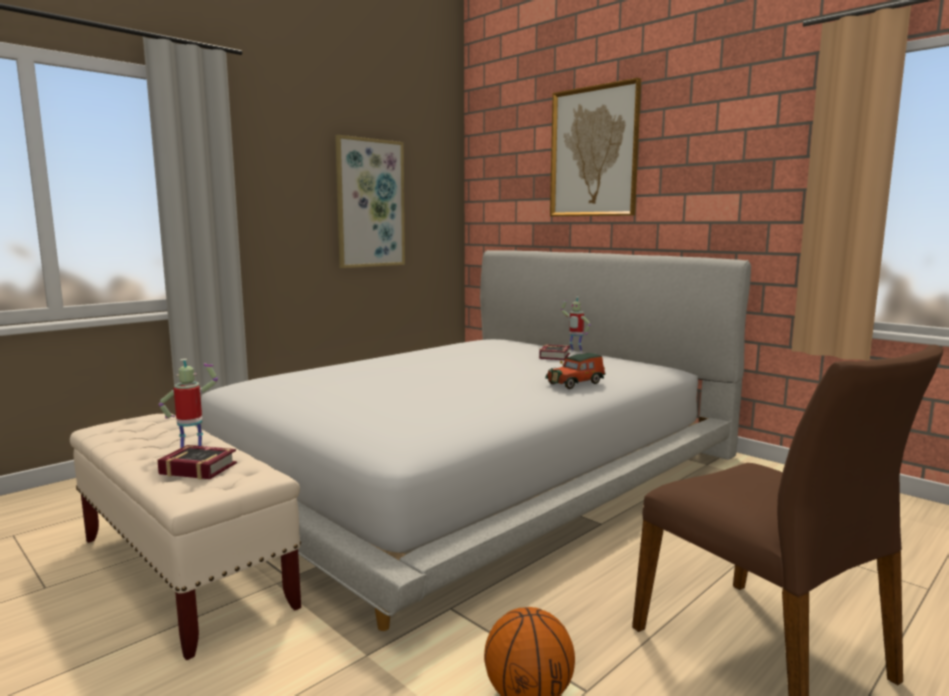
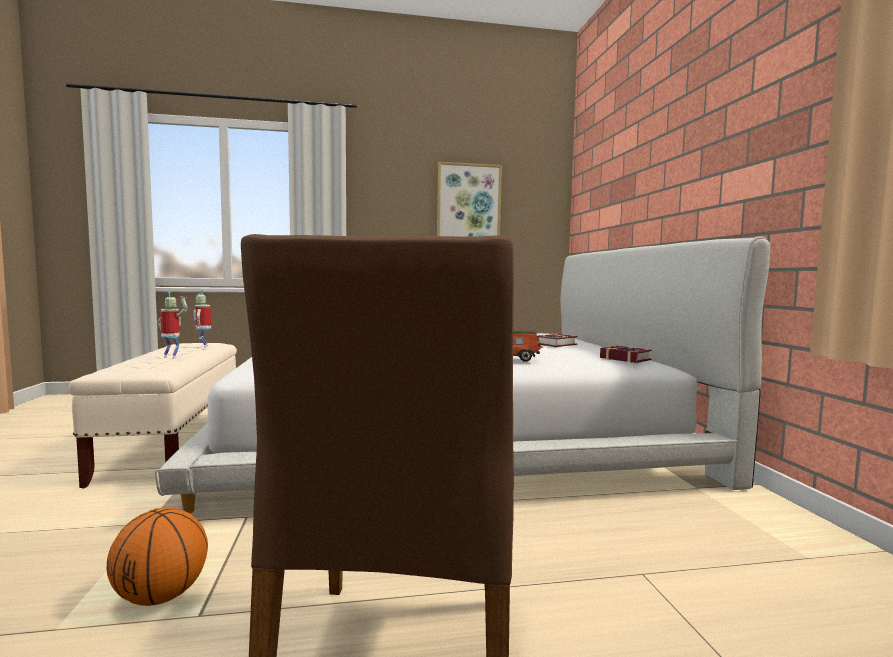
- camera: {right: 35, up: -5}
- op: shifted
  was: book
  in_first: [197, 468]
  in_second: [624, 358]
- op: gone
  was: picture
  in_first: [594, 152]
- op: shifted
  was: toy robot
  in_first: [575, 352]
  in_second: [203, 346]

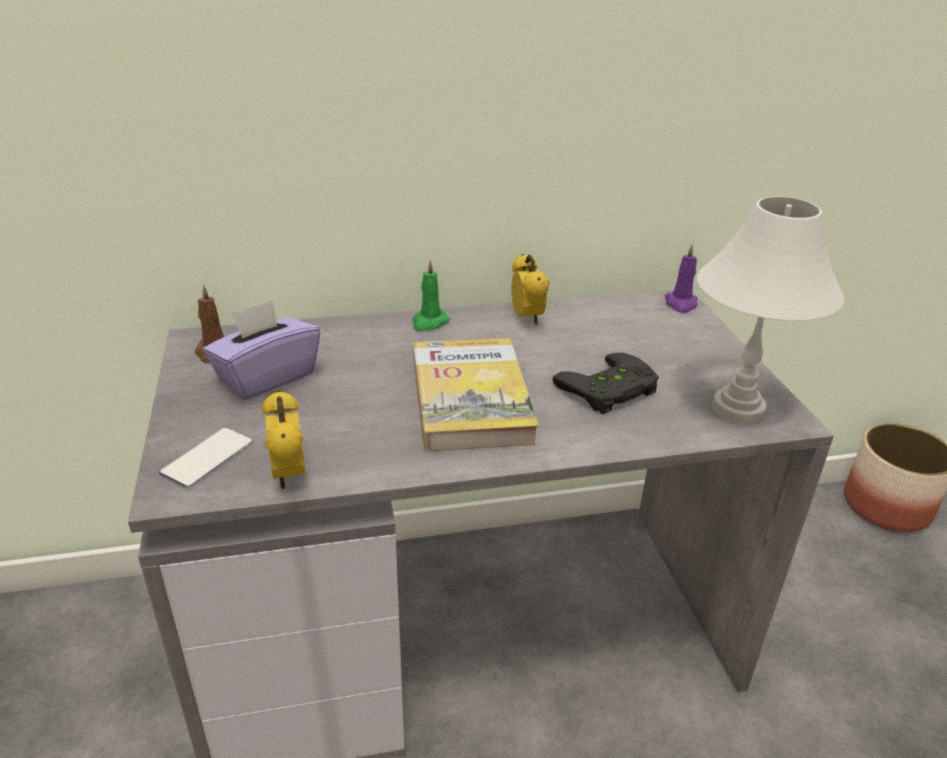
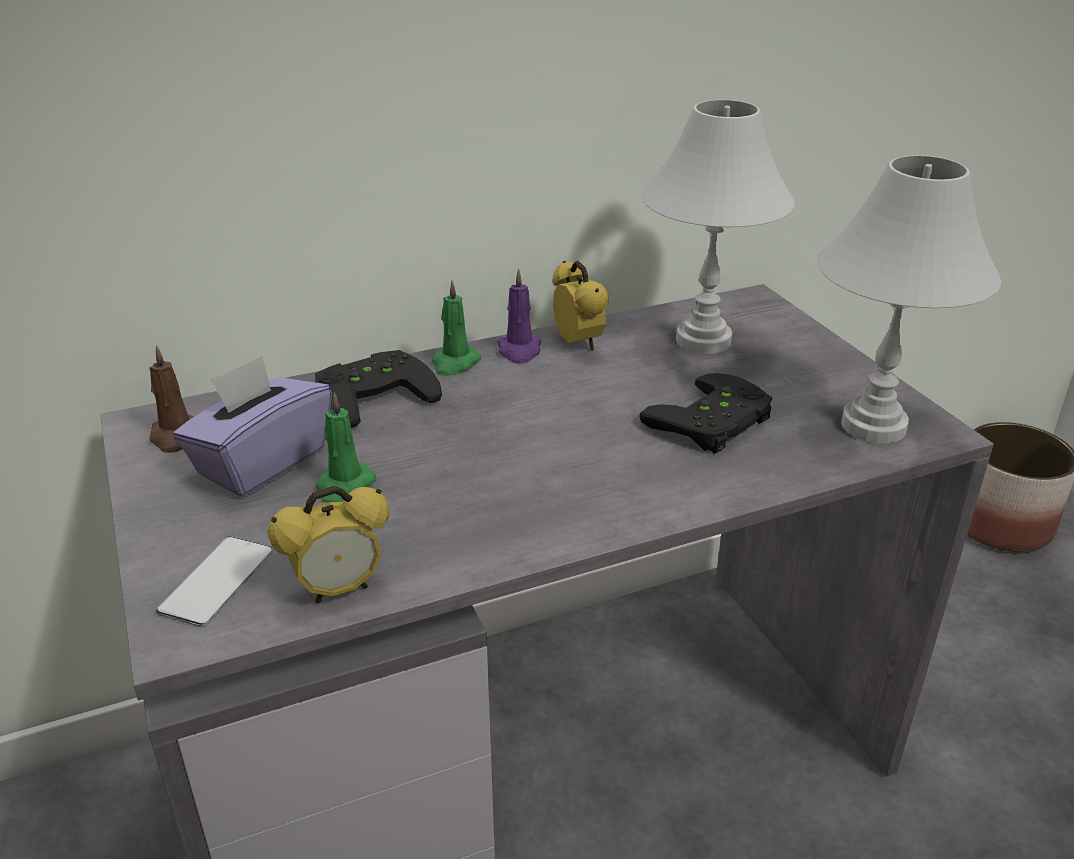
- camera: {right: -10, up: 0}
- op: rotated
  was: alarm clock
  in_first: [289, 476]
  in_second: [339, 589]
  clockwise: -90
- op: gone
  was: book
  in_first: [470, 399]
- op: shifted
  was: purple candle
  in_first: [681, 304]
  in_second: [519, 351]
- op: new
  now: black game controller
  in_second: [373, 393]
- op: new
  now: green candle
  in_second: [344, 487]
- op: new
  now: white table lamp
  in_second: [704, 340]

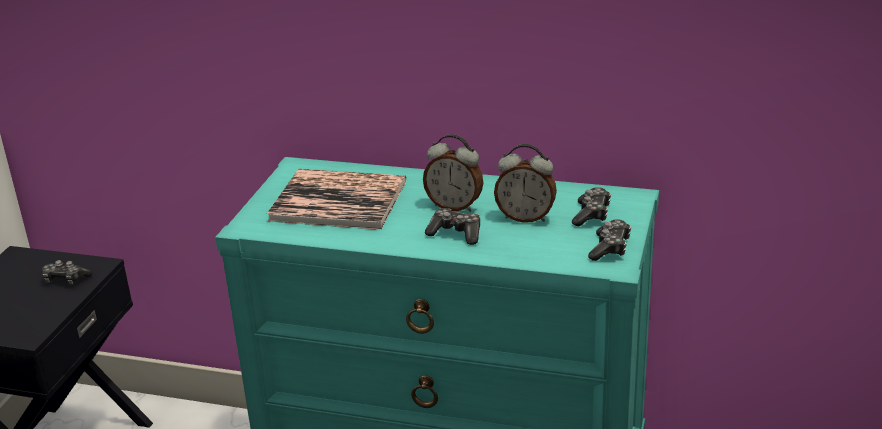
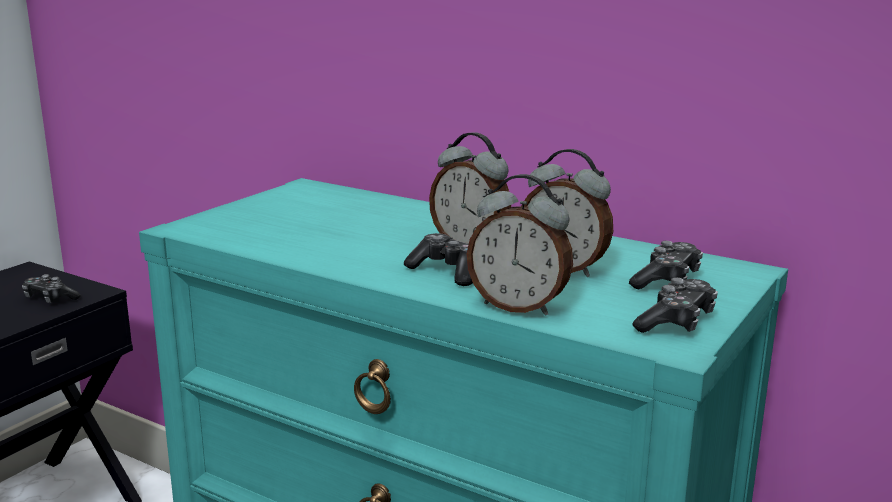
- camera: {right: 15, up: -10}
- op: gone
  was: book
  in_first: [338, 200]
- op: new
  now: alarm clock
  in_second: [518, 306]

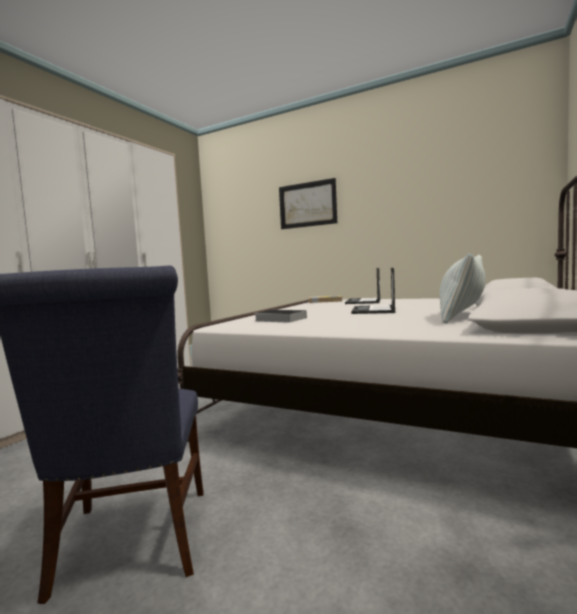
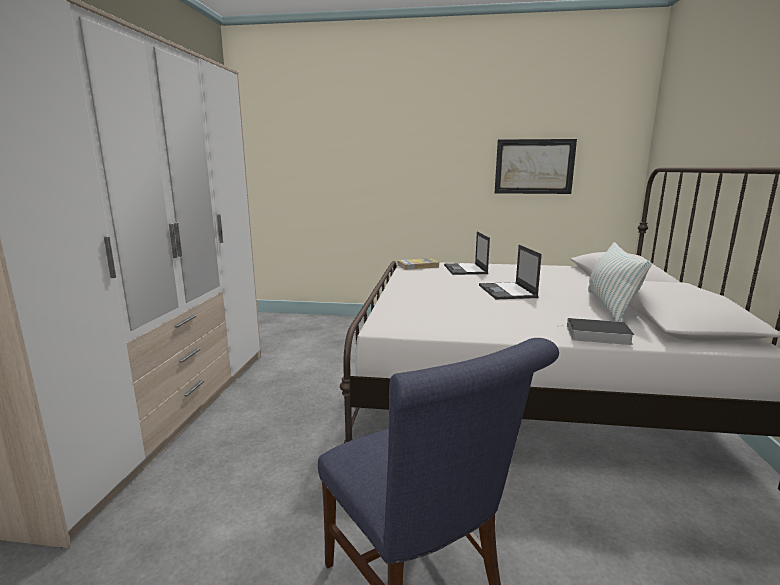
- camera: {right: -20, up: 10}
- op: shifted
  was: book
  in_first: [278, 319]
  in_second: [596, 335]
- op: shifted
  was: picture
  in_first: [307, 204]
  in_second: [534, 166]

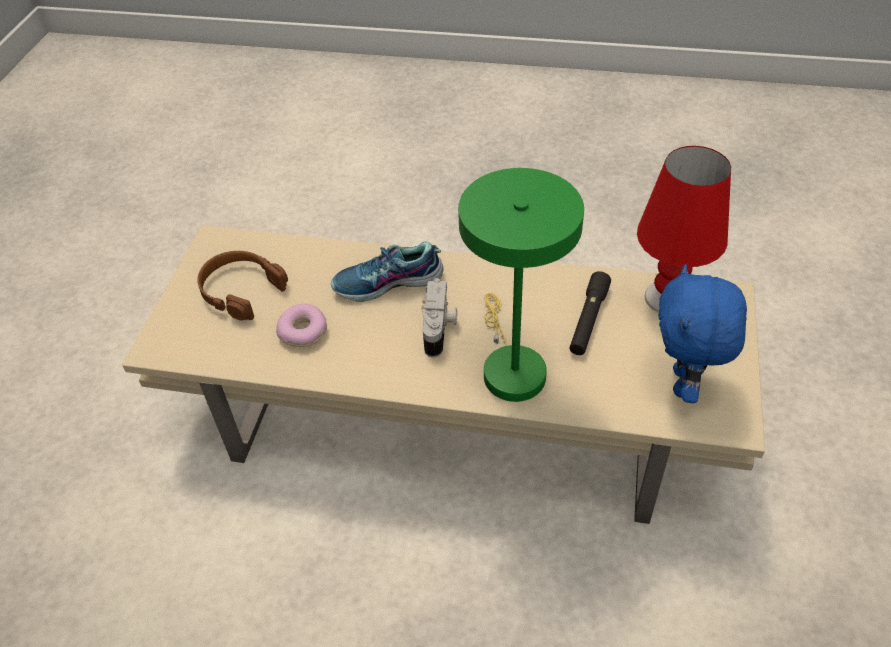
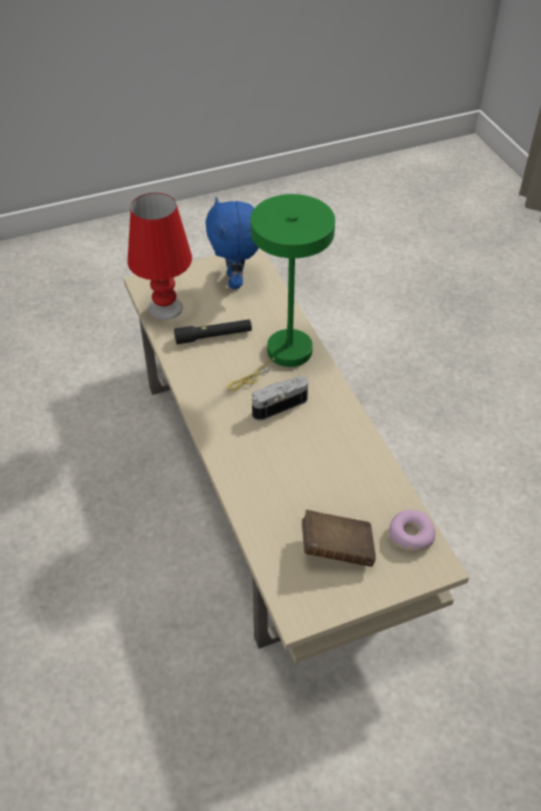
- camera: {right: -125, up: 0}
- op: swapped
  was: brown headphones
  now: brown book
  in_first: [241, 290]
  in_second: [337, 549]
- op: shifted
  was: donut
  in_first: [303, 331]
  in_second: [410, 535]
- op: gone
  was: shoe
  in_first: [388, 283]
- op: rotated
  was: blue plush toy
  in_first: [685, 384]
  in_second: [236, 281]
  clockwise: 105

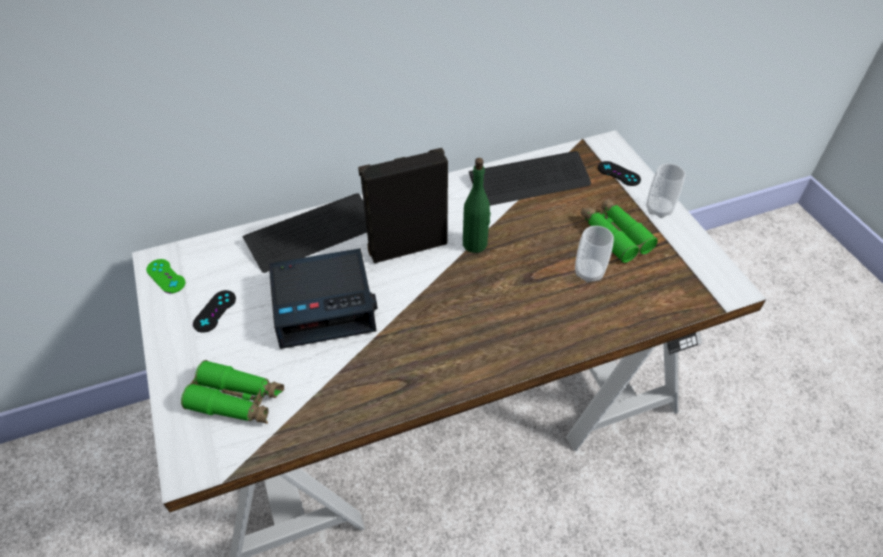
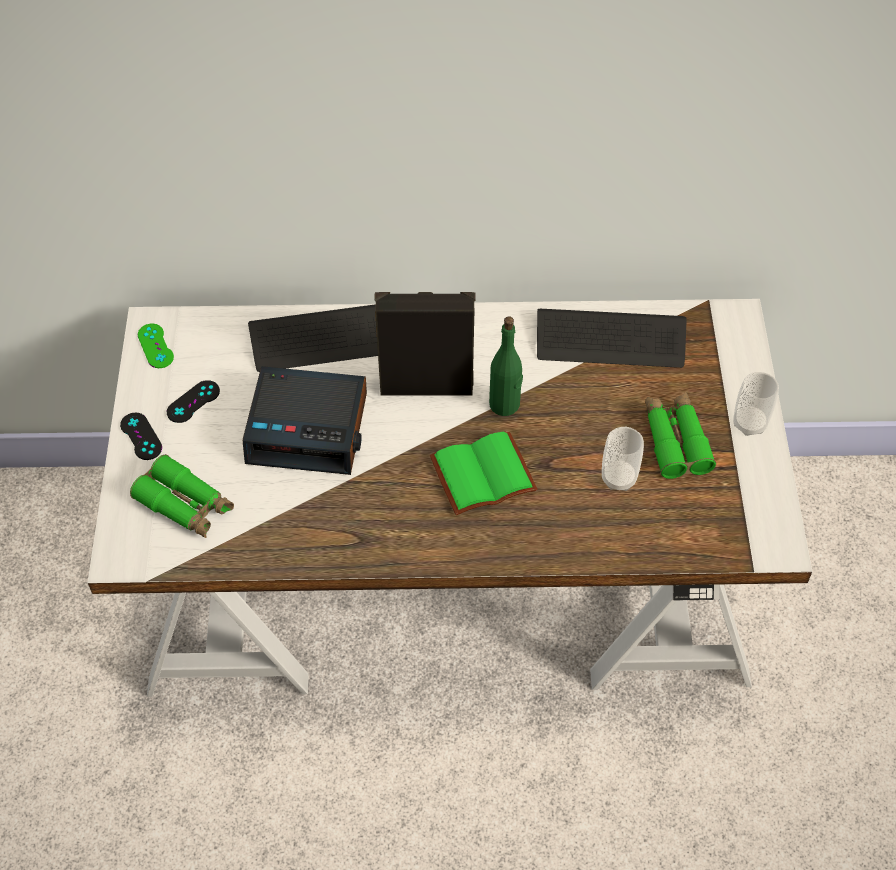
- camera: {right: 20, up: 5}
- op: shifted
  was: black game controller
  in_first: [619, 174]
  in_second: [141, 436]
- op: new
  now: green book
  in_second: [482, 477]

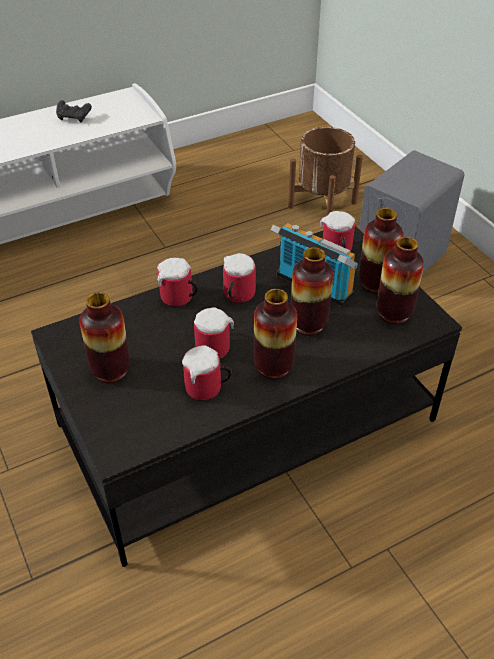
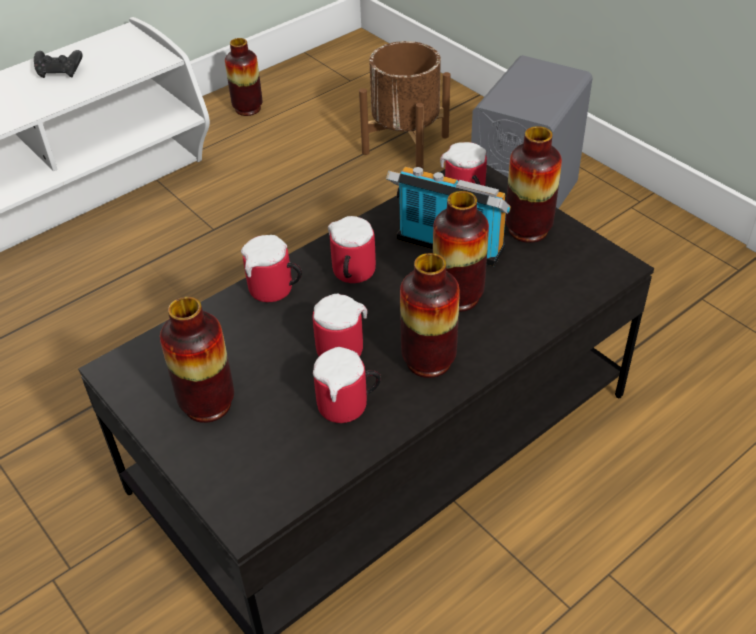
- camera: {right: -10, up: 0}
- op: shifted
  was: vase
  in_first: [394, 313]
  in_second: [248, 109]

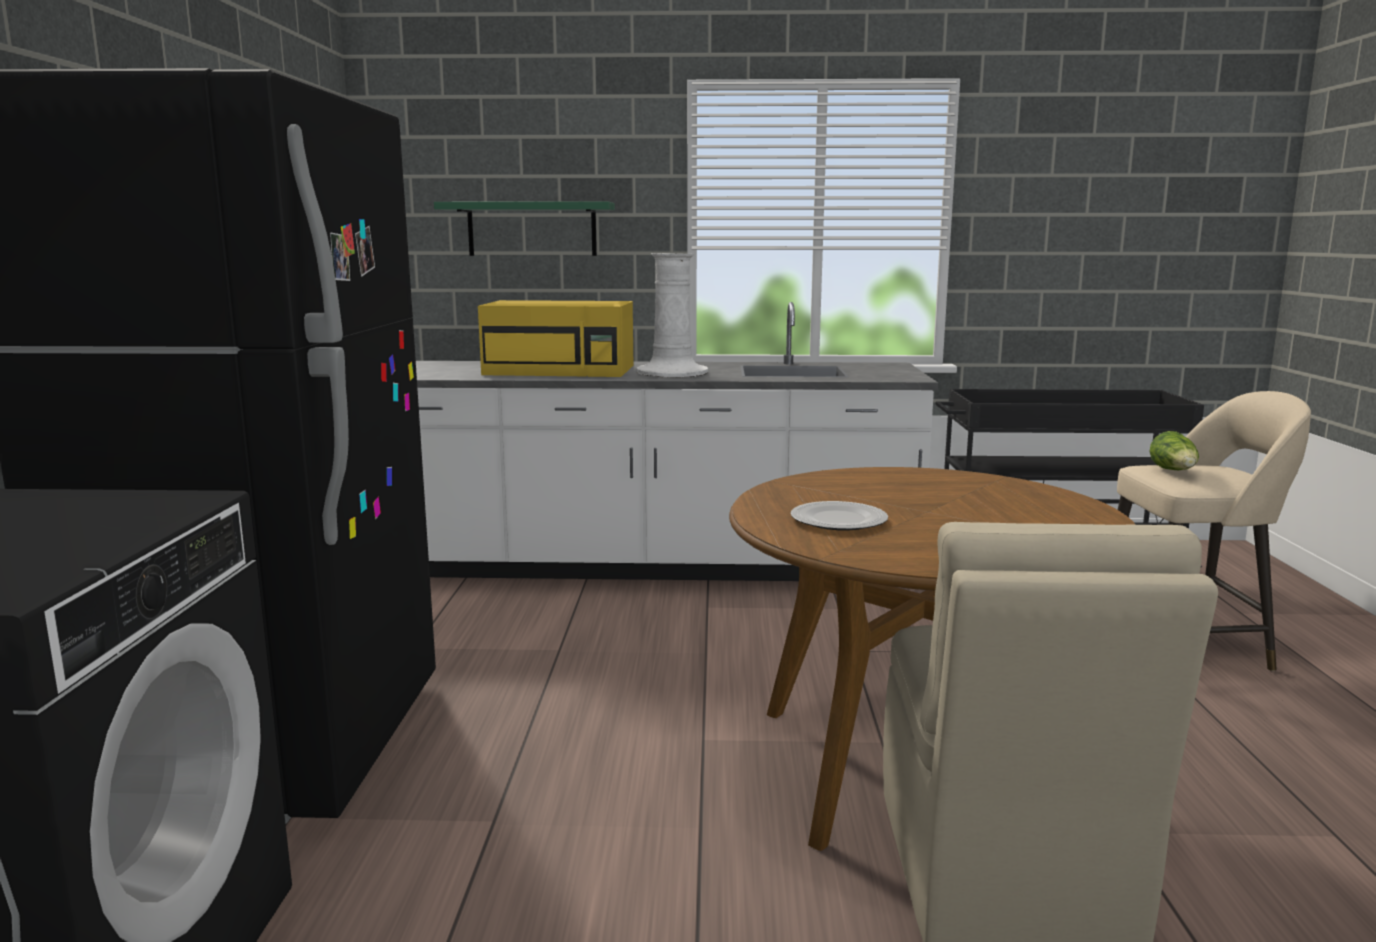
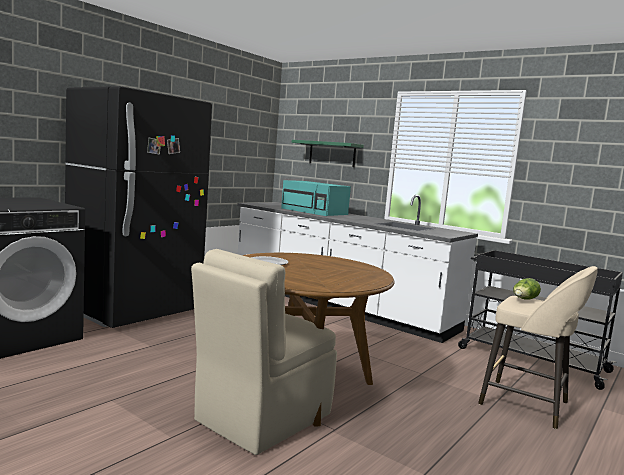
- camera: {right: 35, up: -5}
- op: repainted
  was: yellow microwave
  now: turquoise microwave
  in_first: [561, 370]
  in_second: [315, 211]
- op: gone
  was: white vase
  in_first: [672, 373]

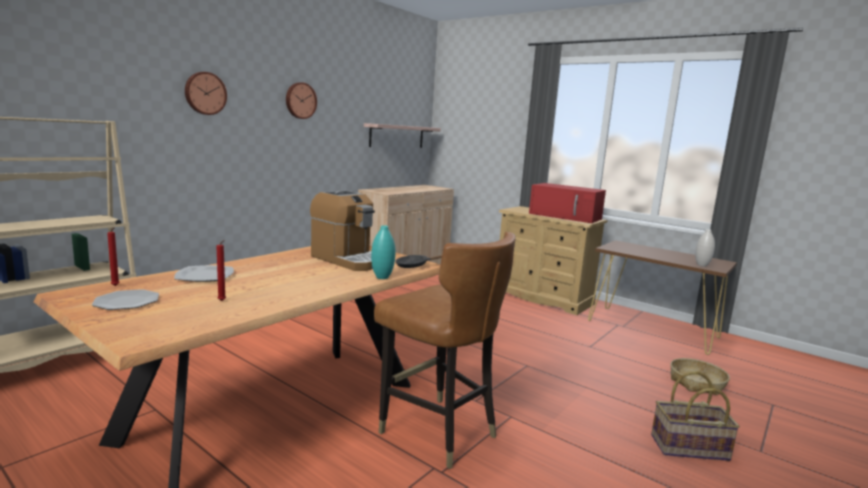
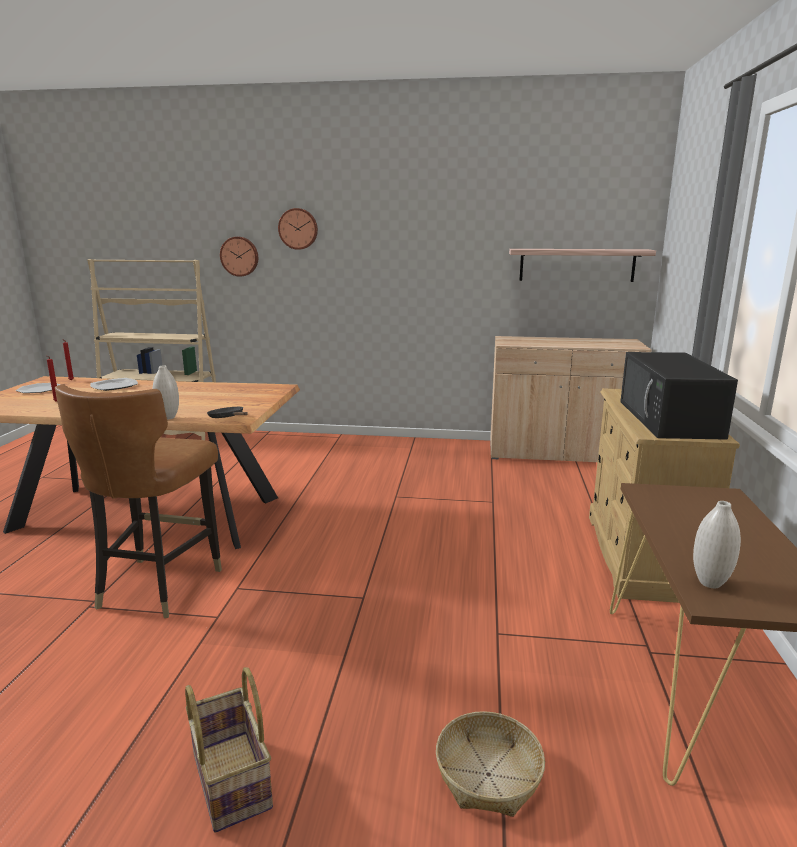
- camera: {right: 60, up: 5}
- op: shifted
  was: wall clock
  in_first: [300, 100]
  in_second: [240, 256]
- op: gone
  was: coffee machine
  in_first: [349, 260]
- op: repainted
  was: turquoise vase
  now: white vase
  in_first: [382, 277]
  in_second: [168, 418]
- op: repainted
  was: red microwave
  now: black microwave
  in_first: [566, 216]
  in_second: [670, 419]

